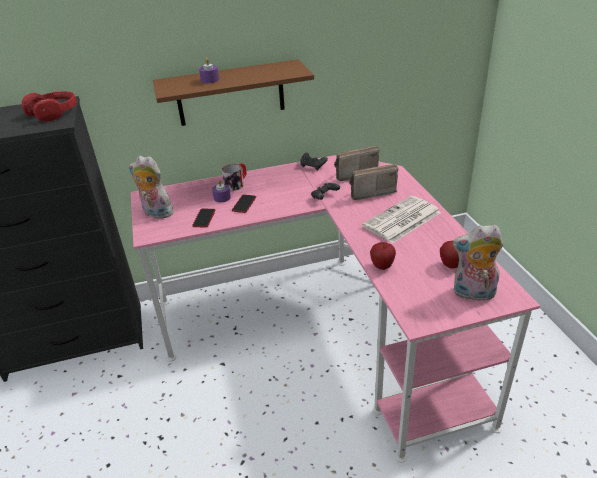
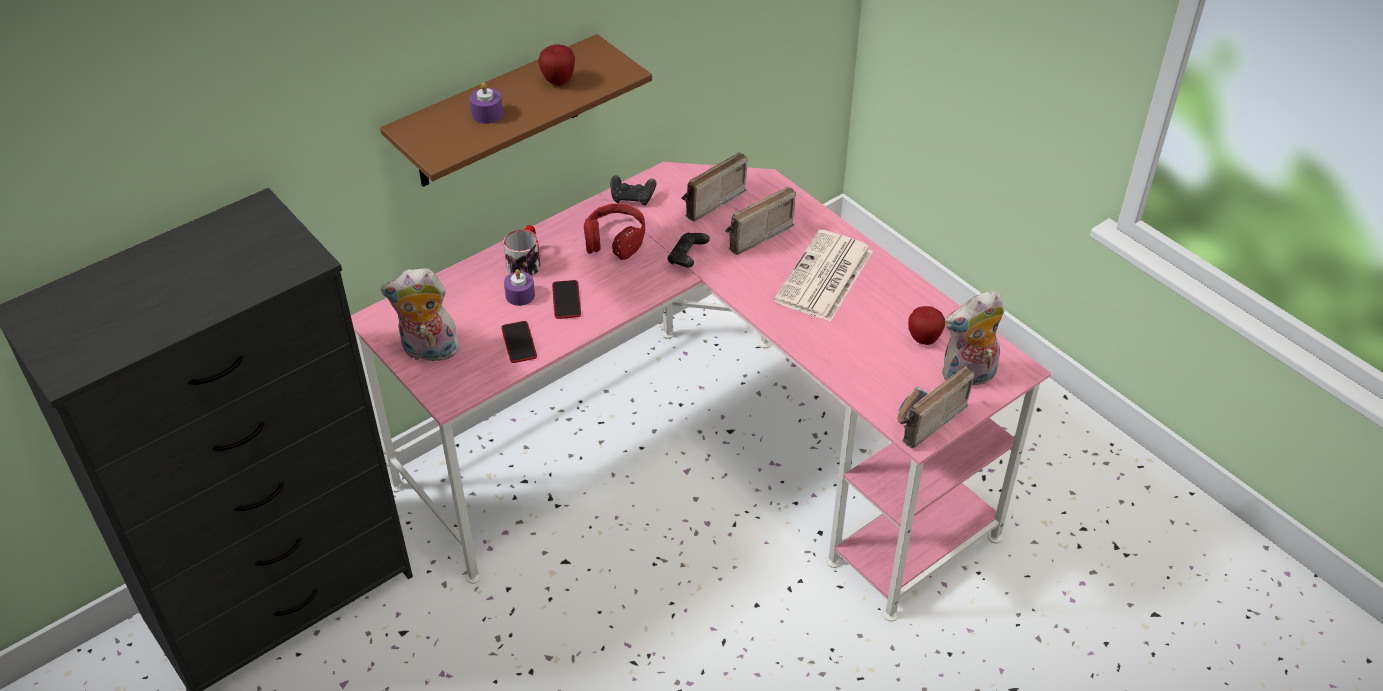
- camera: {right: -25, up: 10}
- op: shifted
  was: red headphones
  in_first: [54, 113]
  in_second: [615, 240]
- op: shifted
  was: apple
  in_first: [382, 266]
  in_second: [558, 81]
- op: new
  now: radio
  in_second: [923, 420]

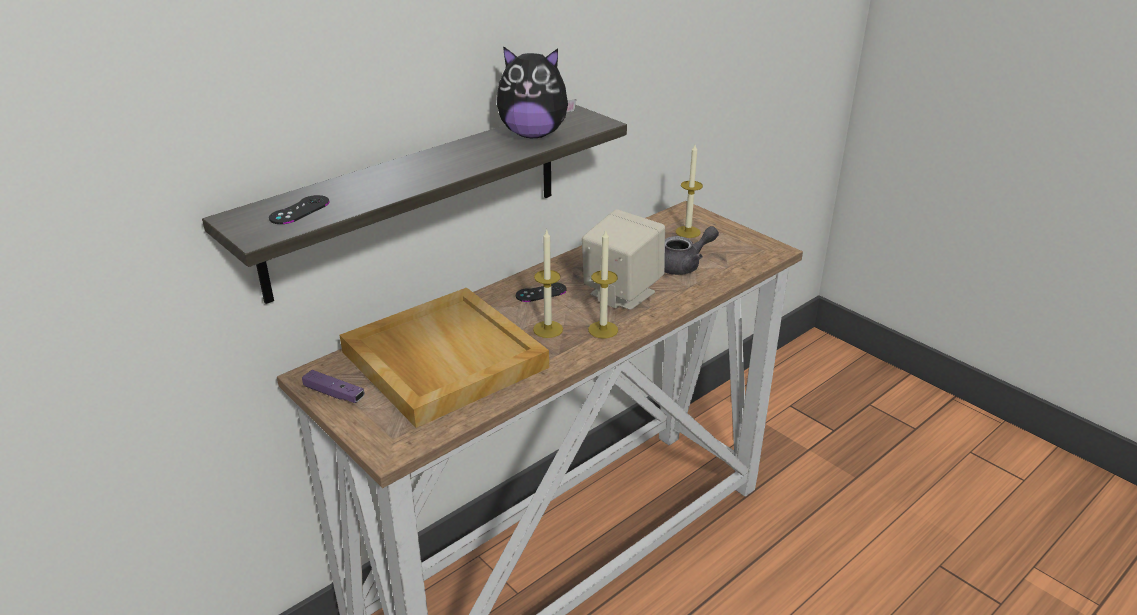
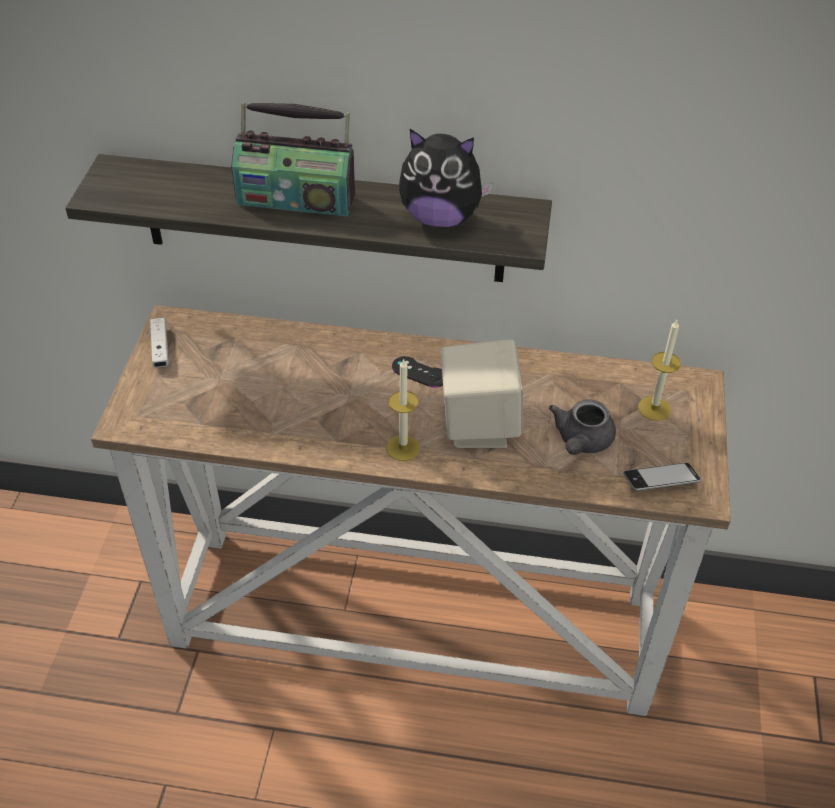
- camera: {right: 50, up: 15}
- op: gone
  was: black game controller
  in_first: [299, 210]
- op: repainted
  was: purple game controller
  now: white game controller
  in_first: [334, 394]
  in_second: [160, 348]
- op: gone
  was: beige tray
  in_first: [442, 359]
- op: rotated
  was: plush toy
  in_first: [534, 134]
  in_second: [440, 217]
  clockwise: -45
- op: gone
  was: candle
  in_first: [548, 329]
- op: rotated
  was: grey teapot
  in_first: [683, 265]
  in_second: [581, 441]
  clockwise: 90
- op: new
  now: radio
  in_second: [296, 198]
- op: new
  now: phone
  in_second: [660, 481]

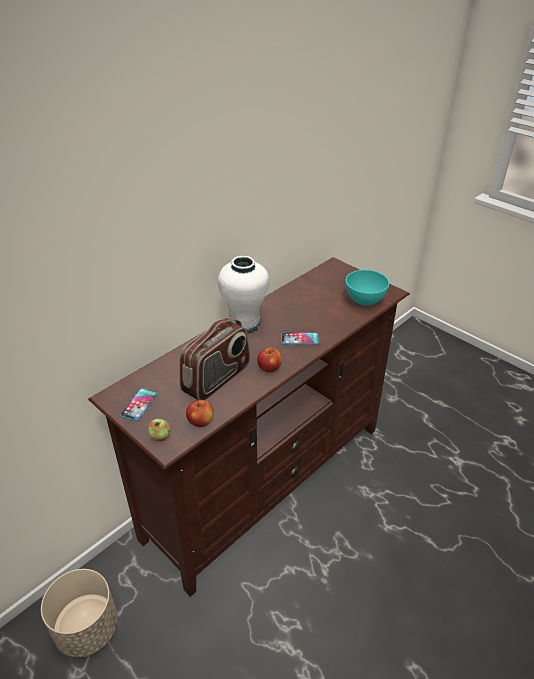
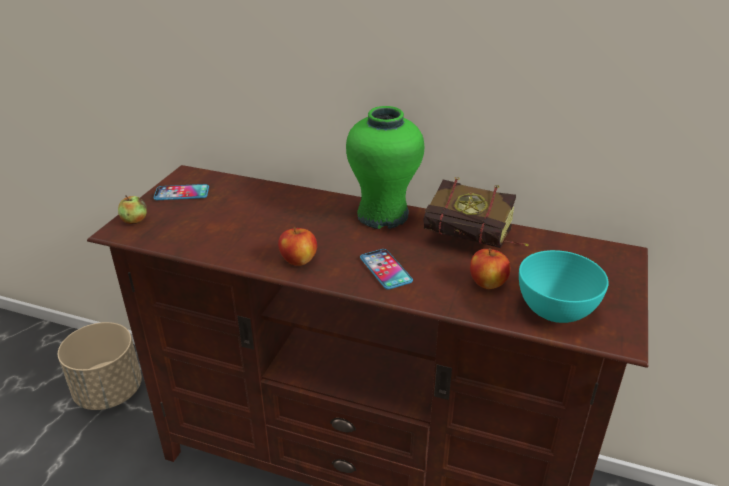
- camera: {right: 65, up: -5}
- op: gone
  was: radio
  in_first: [217, 379]
- op: shifted
  was: apple
  in_first: [201, 422]
  in_second: [488, 283]
- op: repainted
  was: white vase
  now: green vase
  in_first: [244, 323]
  in_second: [383, 215]
- op: new
  now: book
  in_second: [476, 241]

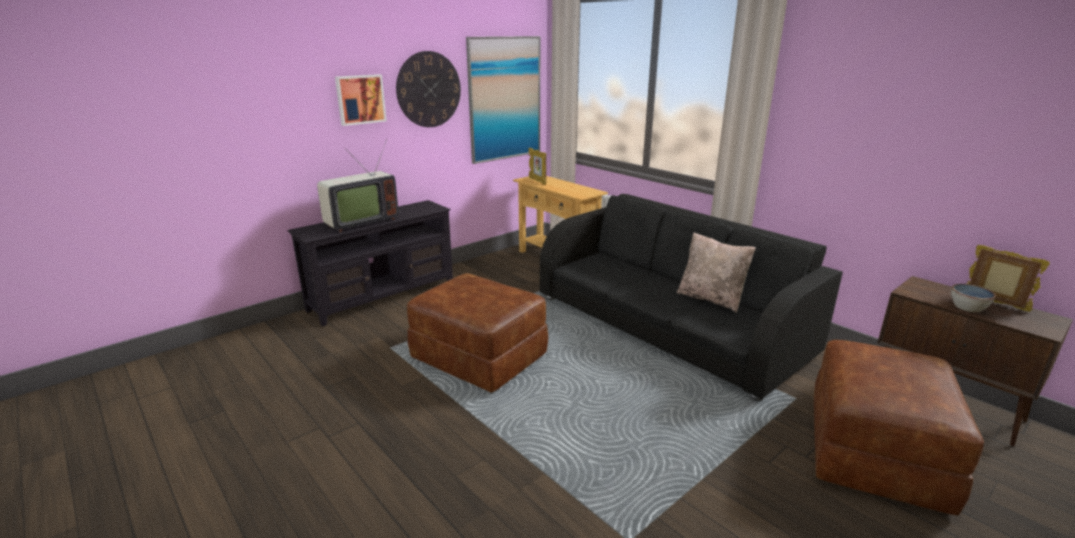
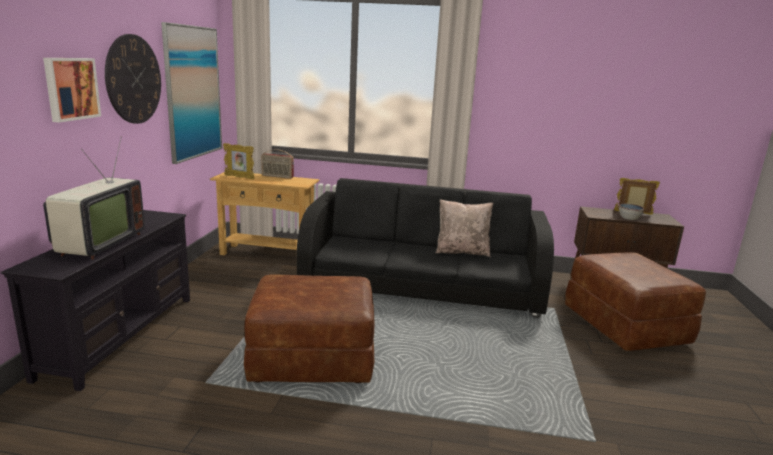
- camera: {right: -40, up: -5}
- op: new
  now: radio
  in_second: [277, 176]

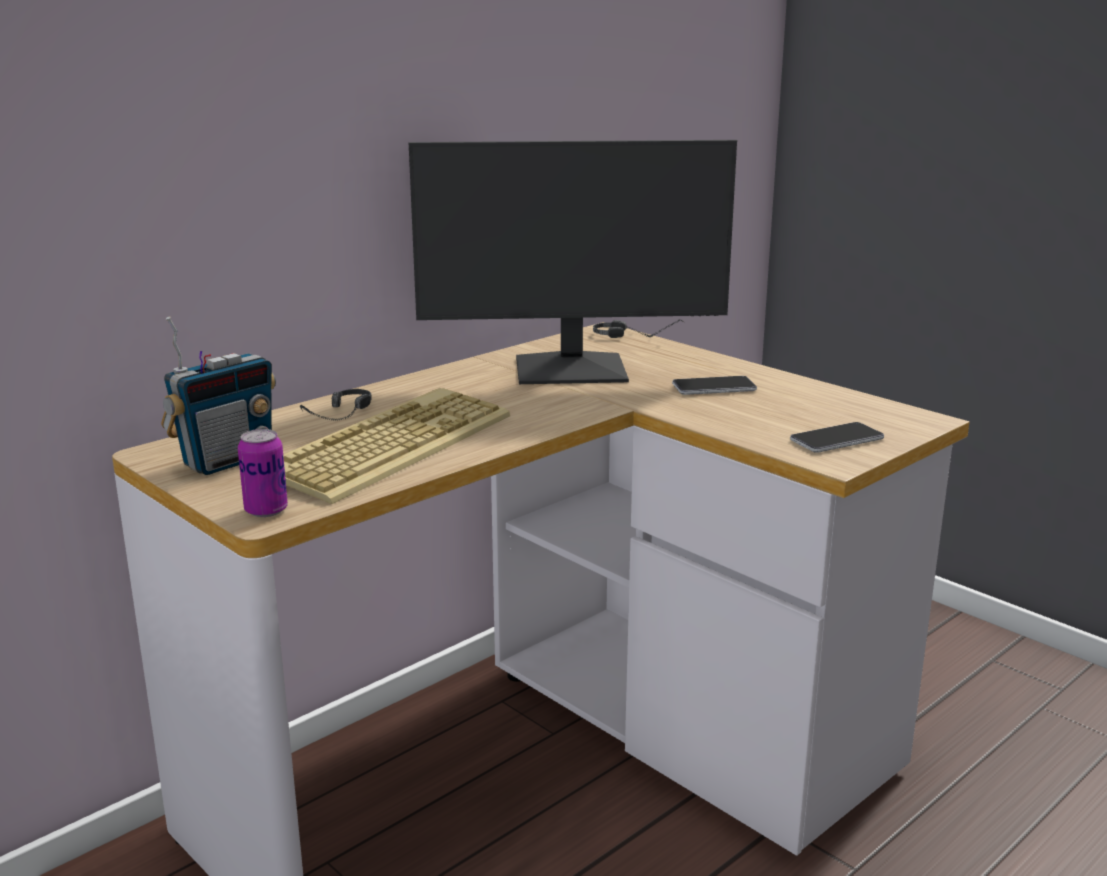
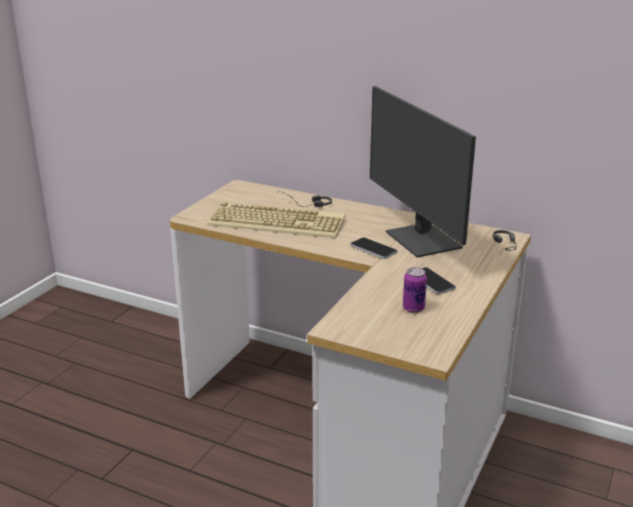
- camera: {right: 70, up: 5}
- op: gone
  was: radio
  in_first: [227, 461]
- op: shifted
  was: can
  in_first: [266, 510]
  in_second: [413, 308]
- op: shifted
  was: phone
  in_first: [837, 439]
  in_second: [373, 249]

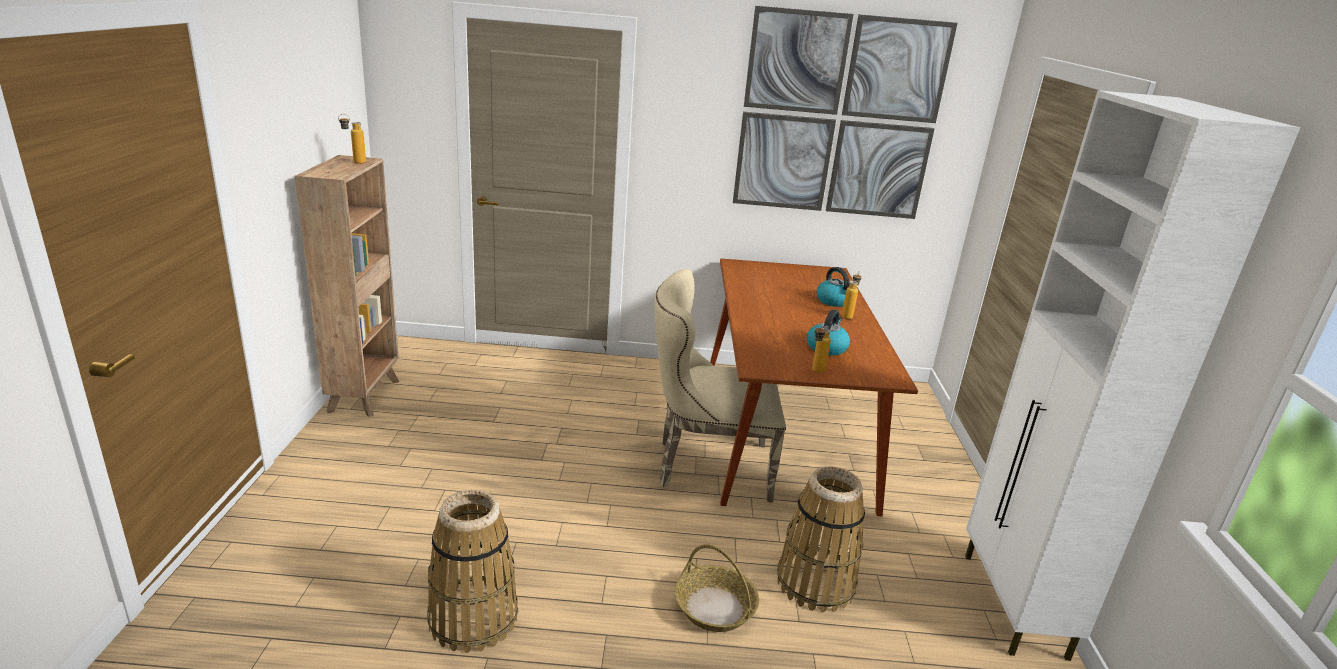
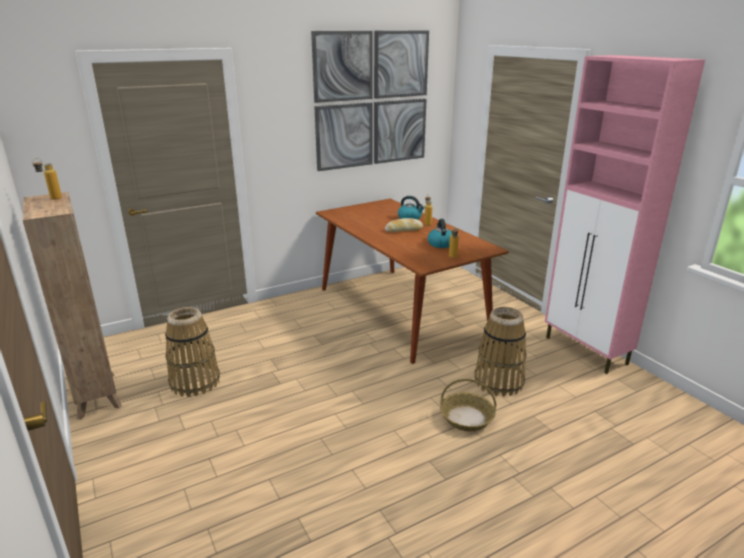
- camera: {right: -30, up: 0}
- op: shifted
  was: basket
  in_first: [474, 618]
  in_second: [195, 382]
- op: gone
  was: beige chair
  in_first: [706, 467]
- op: repainted
  was: white cabinet
  now: pink cabinet
  in_first: [1014, 606]
  in_second: [586, 351]
- op: new
  now: bread
  in_second: [403, 230]

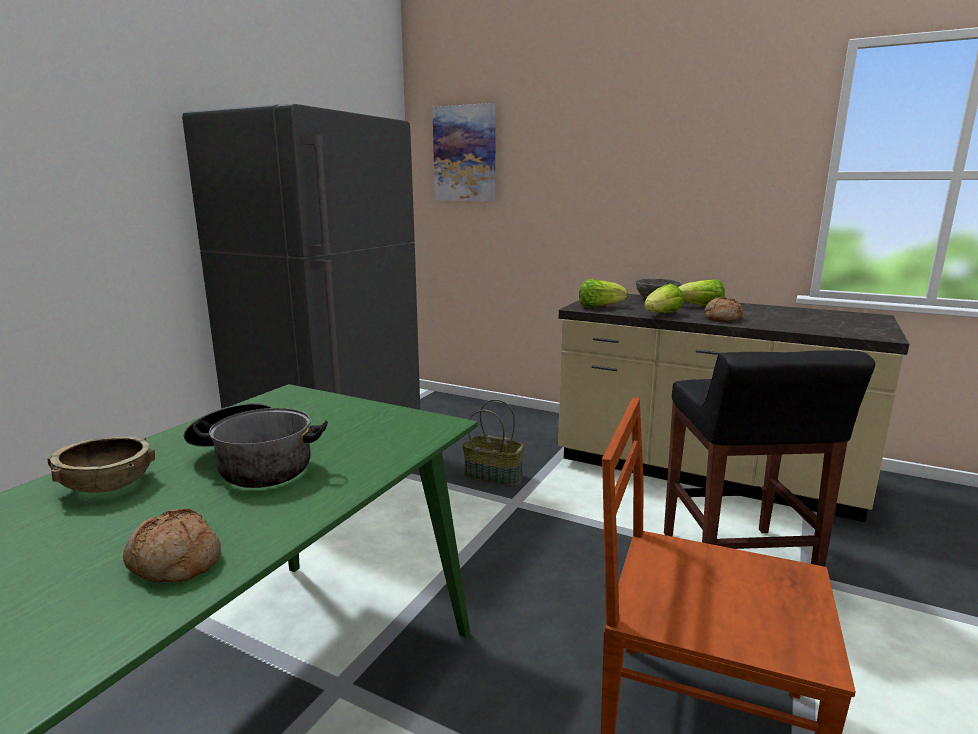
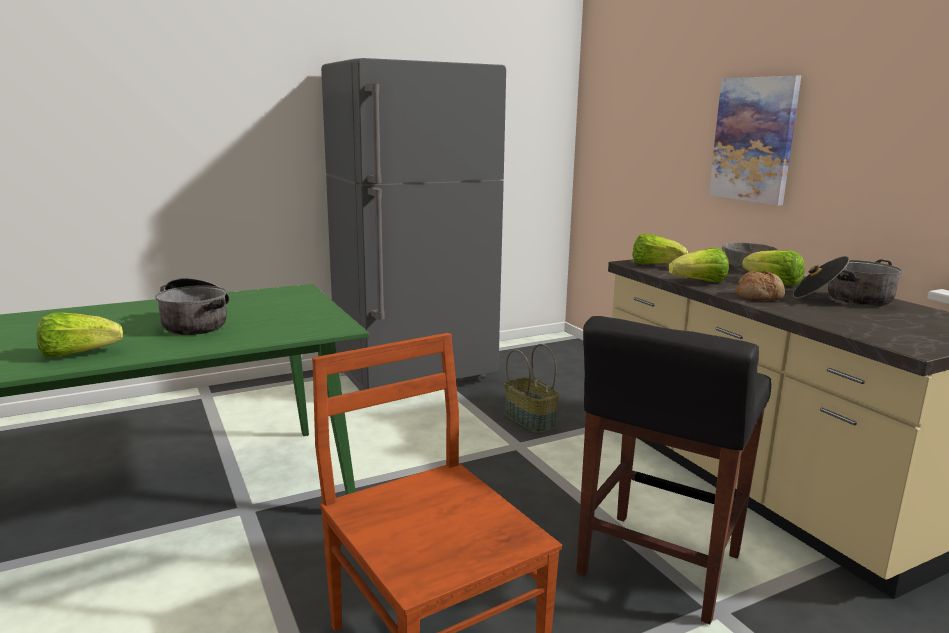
- camera: {right: 35, up: 0}
- op: gone
  was: brown bowl
  in_first: [107, 486]
- op: swapped
  was: bread
  now: lettuce
  in_first: [174, 563]
  in_second: [78, 354]
- op: shifted
  was: picture
  in_first: [465, 154]
  in_second: [754, 140]
- op: new
  now: cooking pot
  in_second: [843, 299]

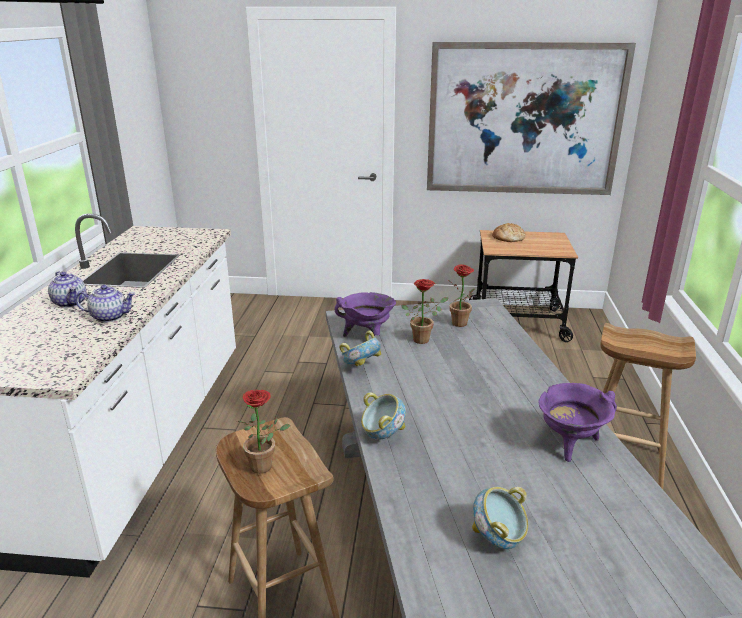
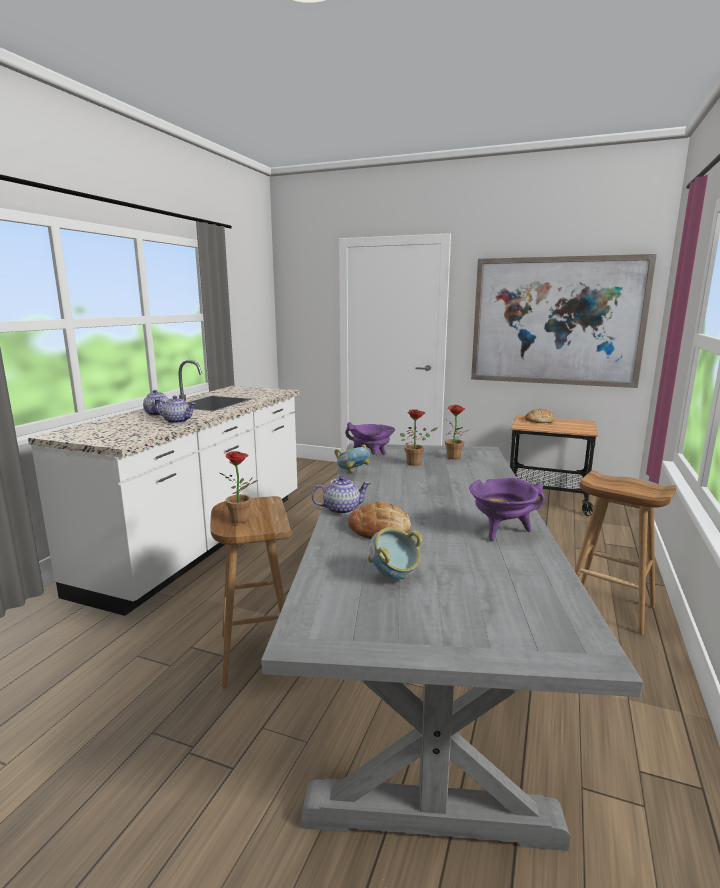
- camera: {right: 15, up: -10}
- op: swapped
  was: bowl
  now: teapot
  in_first: [382, 435]
  in_second: [341, 509]
- op: new
  now: bread
  in_second: [380, 528]

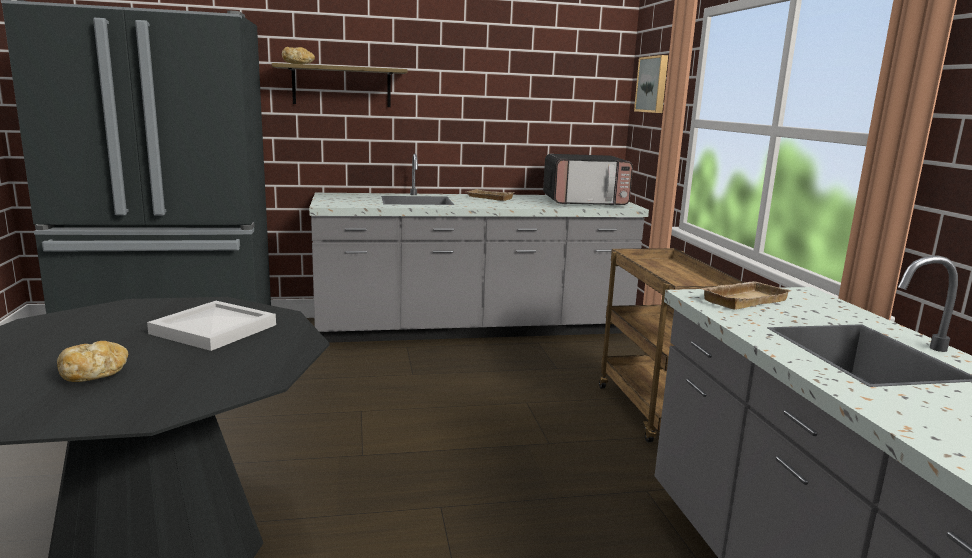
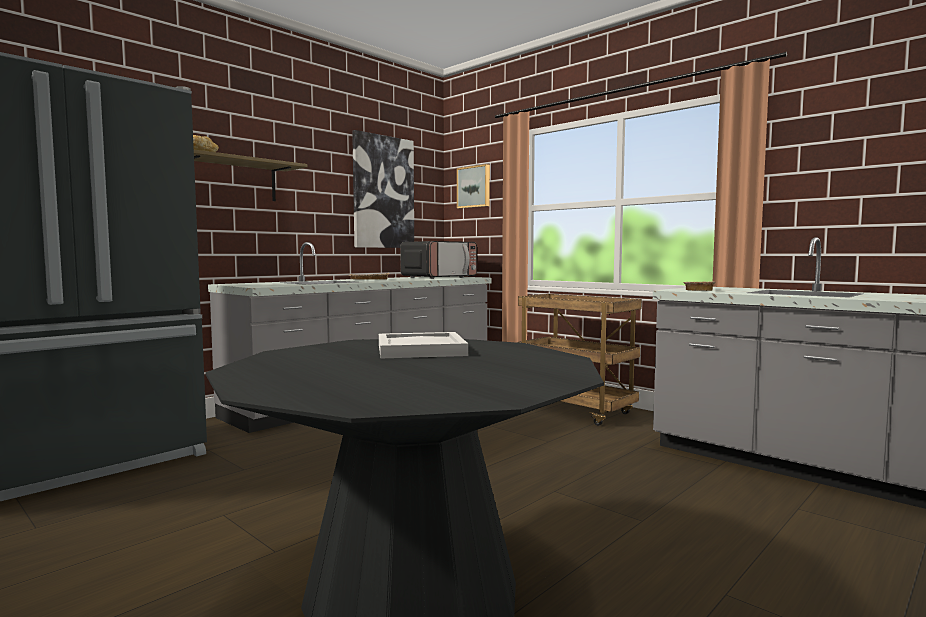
- camera: {right: -35, up: -10}
- op: gone
  was: bread
  in_first: [94, 375]
- op: new
  now: picture
  in_second: [383, 192]

